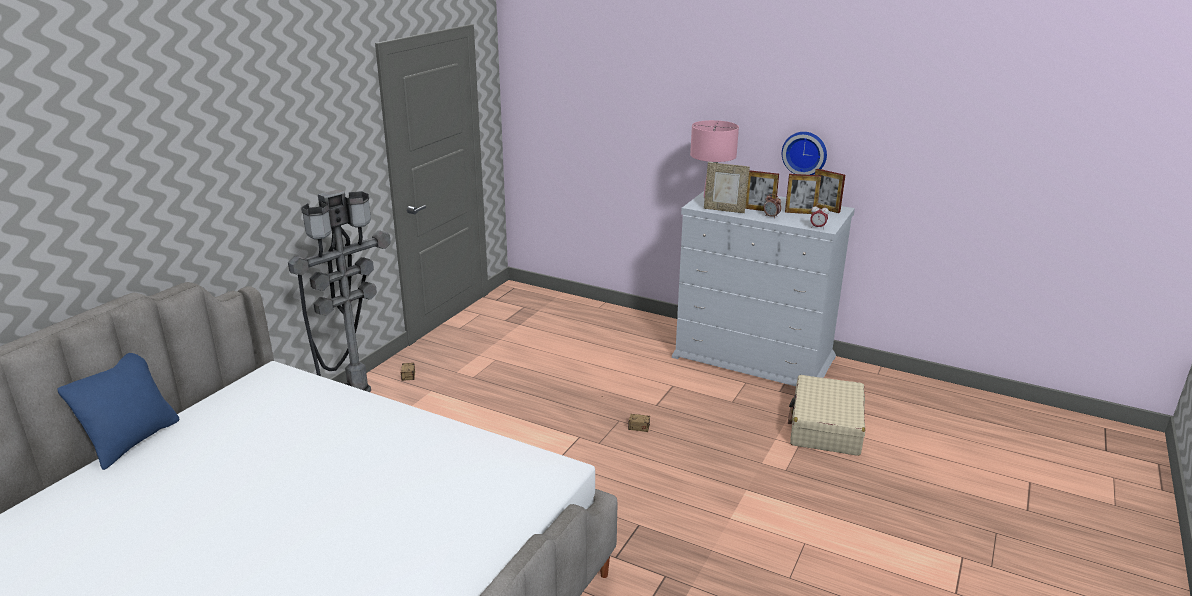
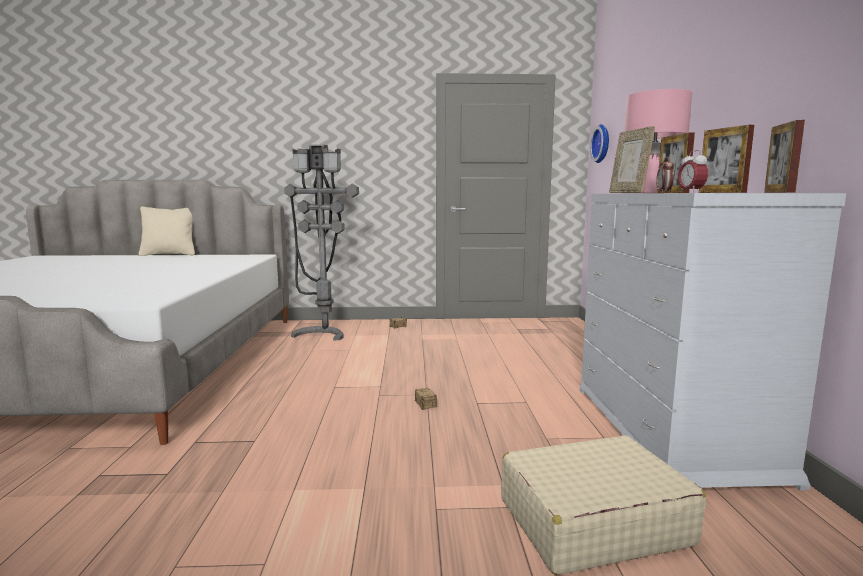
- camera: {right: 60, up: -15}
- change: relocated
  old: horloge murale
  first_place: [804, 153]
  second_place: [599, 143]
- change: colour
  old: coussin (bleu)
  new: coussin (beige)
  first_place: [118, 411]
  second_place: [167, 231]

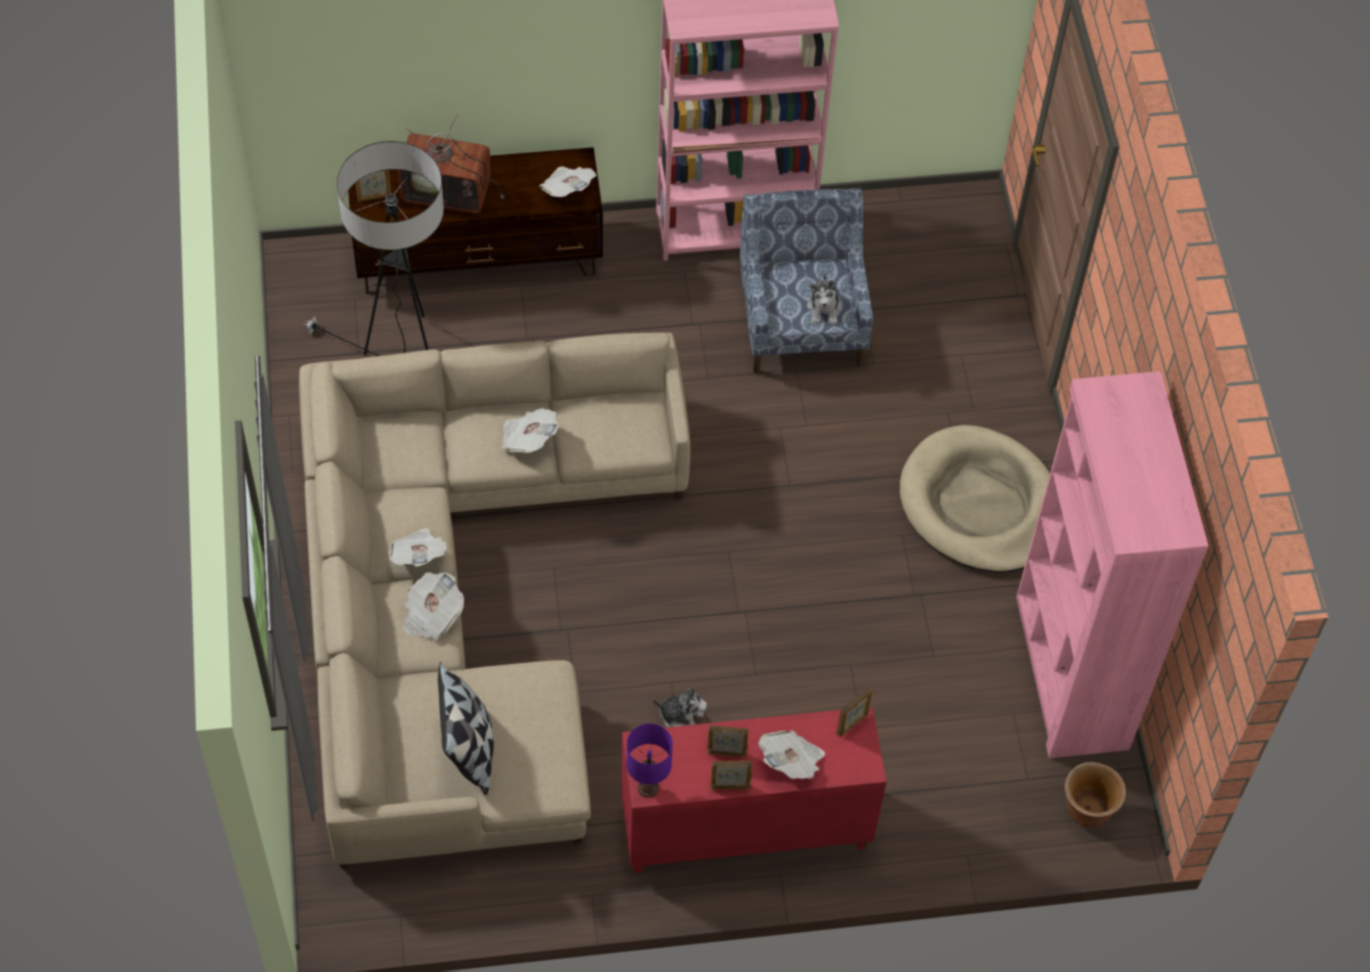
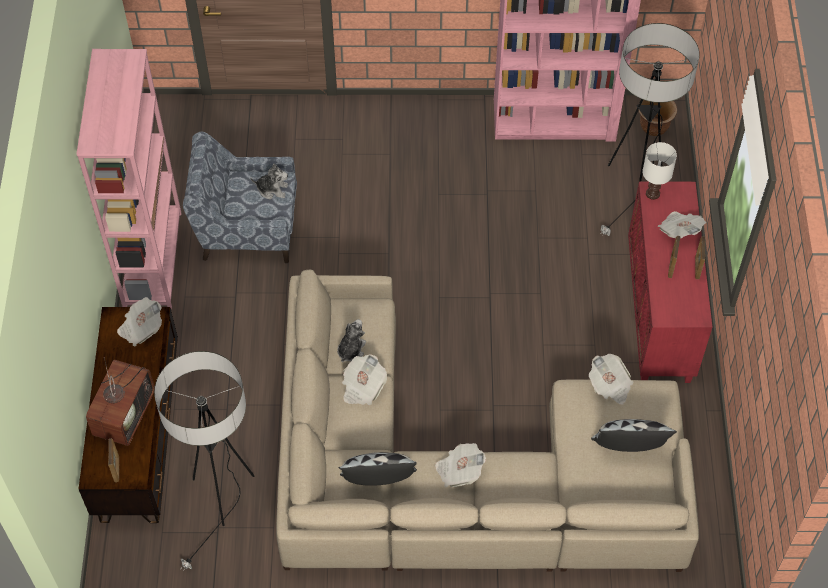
- camera: {right: -80, up: 0}
- change: missing
  old: panier pour chien (beige)
  first_place: [975, 499]
- change: relocated
  old: journal
  first_place: [433, 606]
  second_place: [611, 379]
- change: exchanged
  old: cadre photo
  new: lampe de table (blanc)
  first_place: [855, 712]
  second_place: [659, 171]
- change: relocated
  old: peluche
  first_place: [680, 707]
  second_place: [351, 340]
- change: missing
  old: lampe de table (violet)
  first_place: [649, 761]
- change: appeared
  new: lampadaire
  second_place: [650, 129]
- change: appeared
  new: coussin
  second_place: [378, 469]

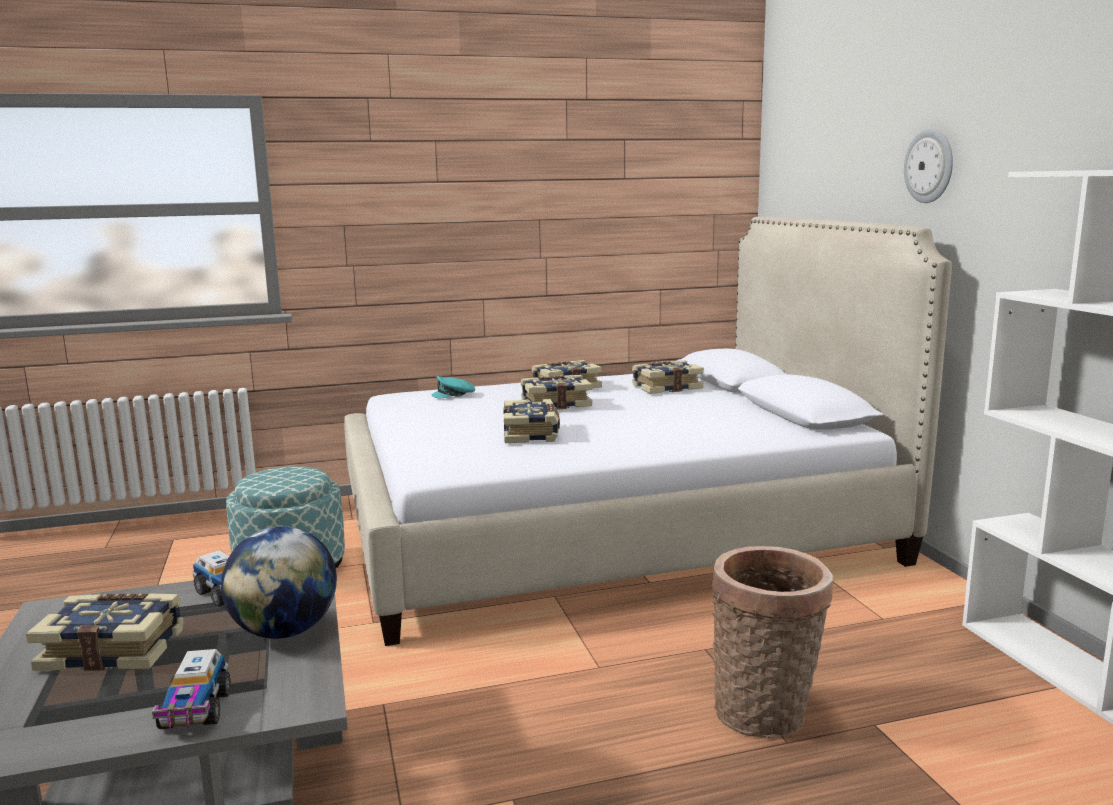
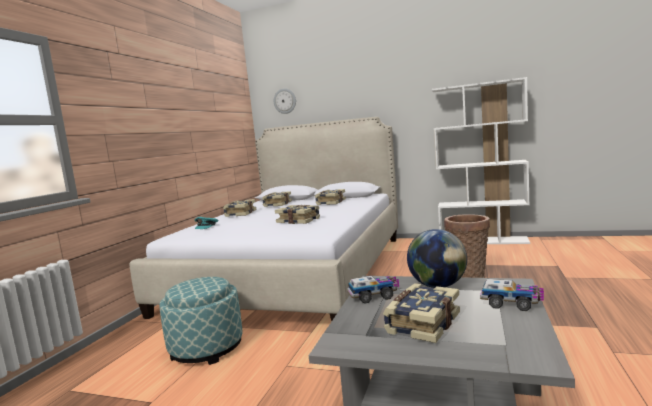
- camera: {right: -55, up: -5}
- change: relocated
  old: horloge murale
  first_place: [928, 166]
  second_place: [285, 101]
- change: relocated
  old: livre
  first_place: [556, 392]
  second_place: [330, 197]

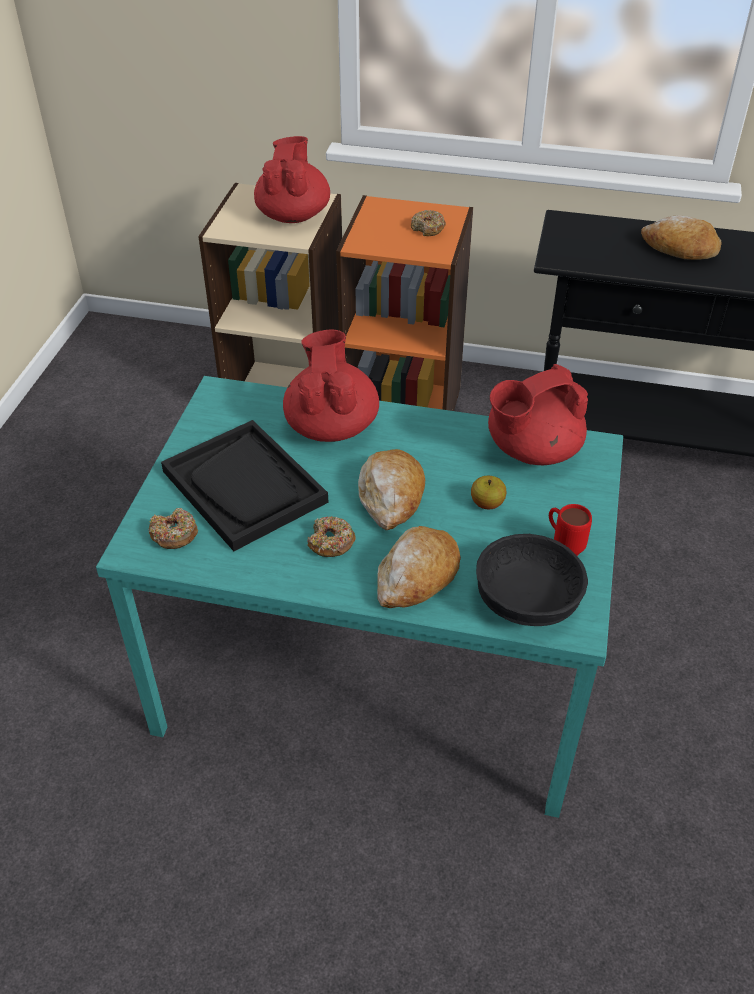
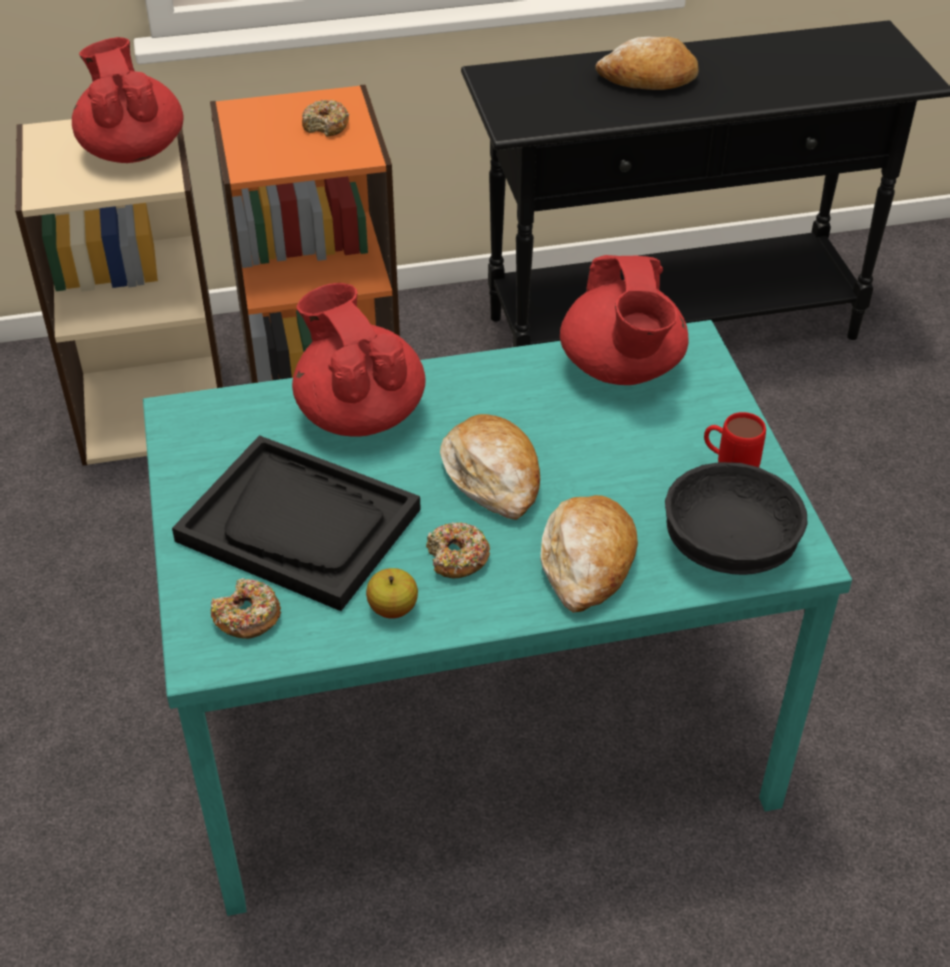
- camera: {right: -25, up: 0}
- change: spun
  old: théière (rouge)
  first_place: [538, 414]
  second_place: [624, 320]
  degrees: -45
- change: relocated
  old: pomme
  first_place: [489, 492]
  second_place: [392, 593]

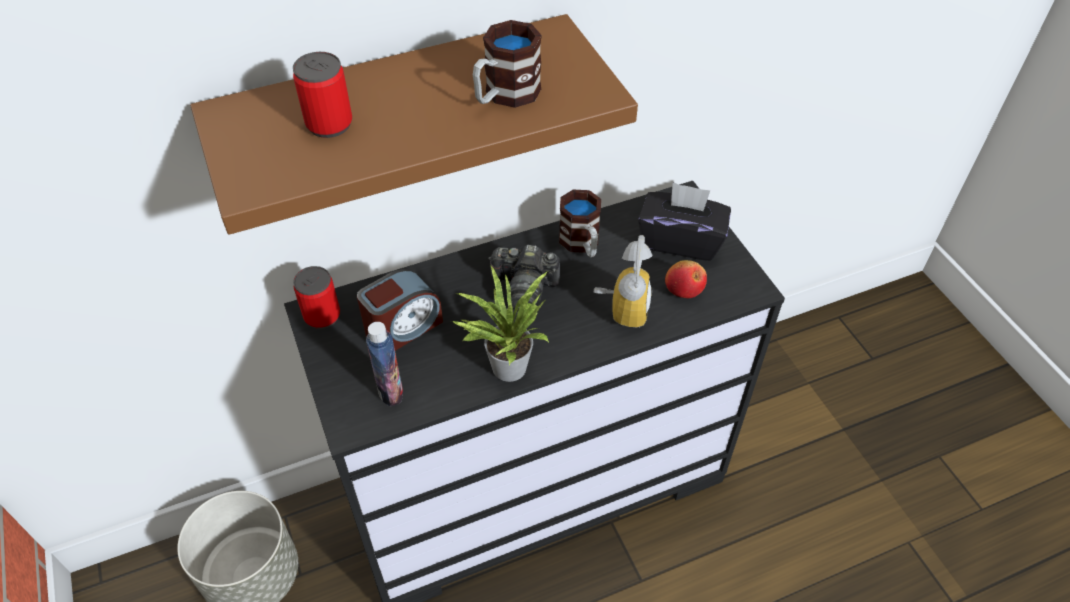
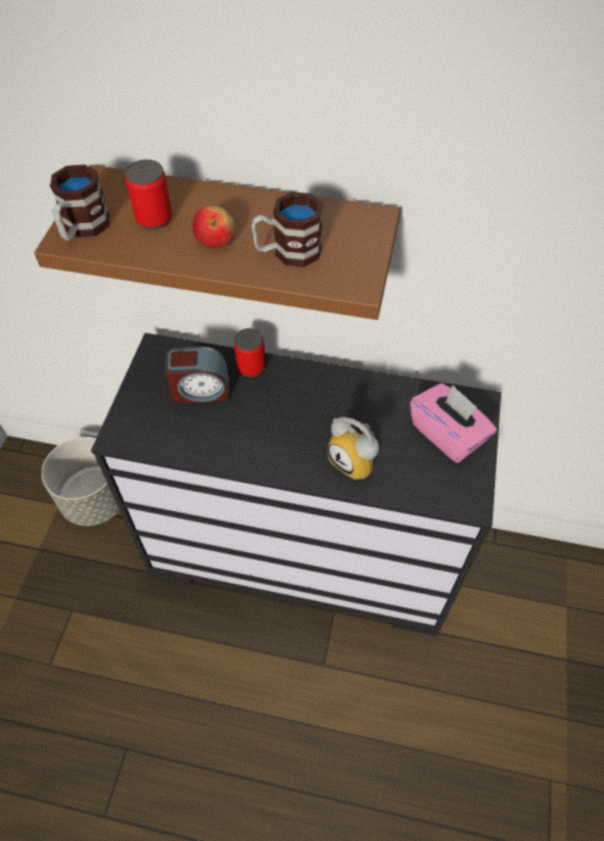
- camera: {right: 35, up: 5}
- change: colour
  old: boîte à mouchoirs (noir)
  new: boîte à mouchoirs (rose)
  first_place: [684, 221]
  second_place: [453, 423]
- change: relocated
  old: mug
  first_place: [580, 223]
  second_place: [80, 203]
- change: spun
  old: réveil
  first_place: [623, 281]
  second_place: [353, 448]
  degrees: 90
- change: missing
  old: appareil photo
  first_place: [524, 278]
- change: relocated
  old: pomme
  first_place: [686, 279]
  second_place: [213, 227]
- change: relocated
  old: boîte métallique
  first_place: [316, 297]
  second_place: [249, 352]
- change: missing
  old: plante en pot
  first_place: [500, 324]
- change: missing
  old: bouteille
  first_place: [384, 364]

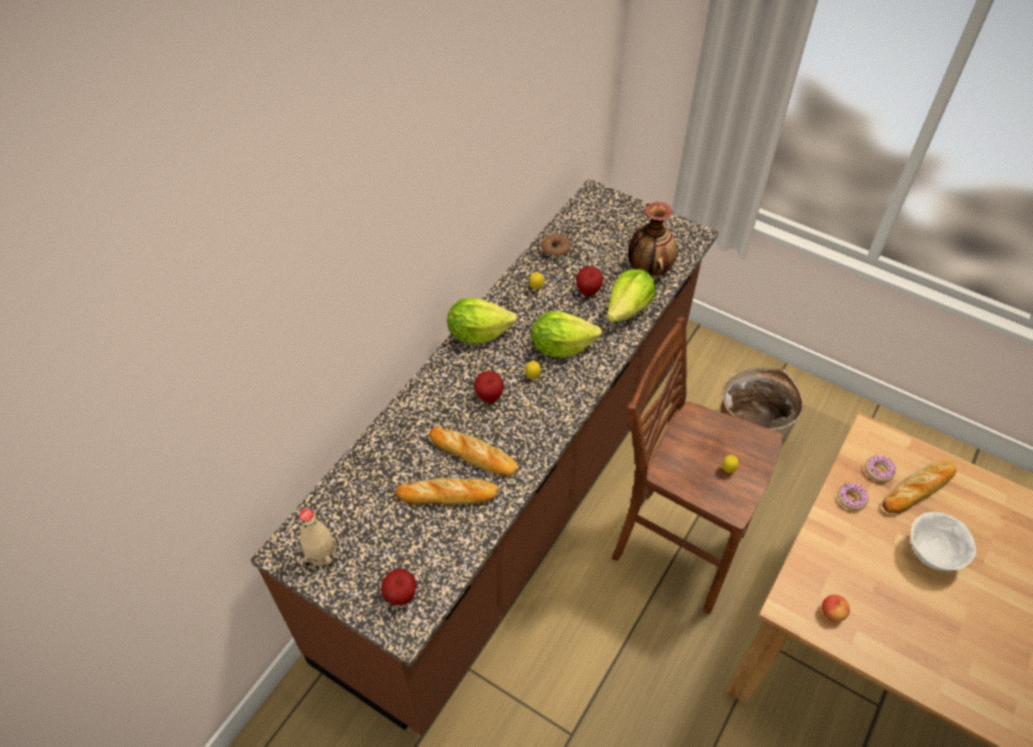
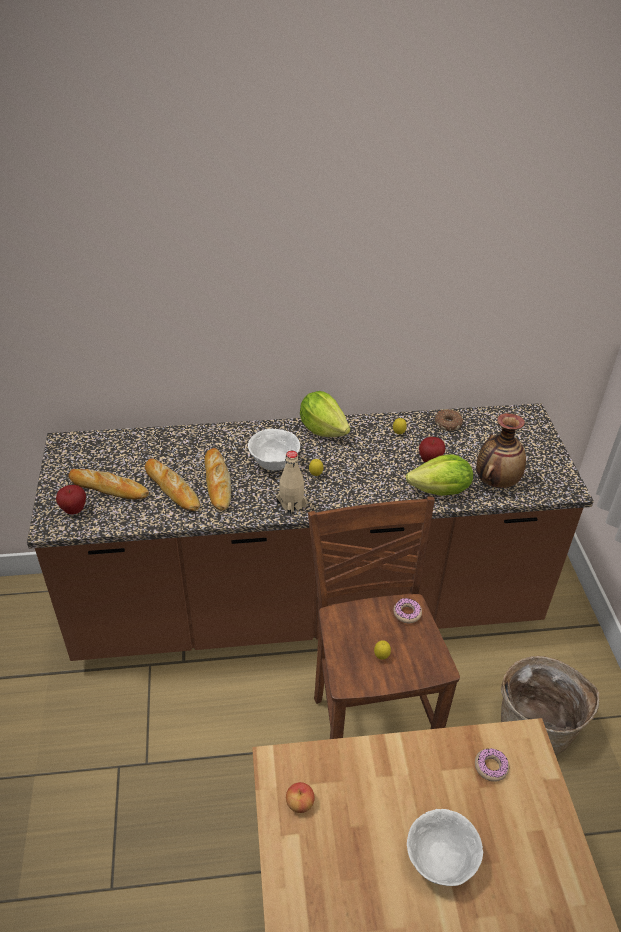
- camera: {right: 50, up: -10}
- change: missing
  old: laitue
  first_place: [566, 334]
- change: exchanged
  old: pomme
  new: bol (blanc)
  first_place: [489, 387]
  second_place: [274, 450]
- change: relocated
  old: pain
  first_place: [919, 487]
  second_place: [108, 484]
- change: relocated
  old: beignet
  first_place: [853, 496]
  second_place: [408, 610]
- change: relocated
  old: bouteille (beige)
  first_place: [318, 538]
  second_place: [292, 483]

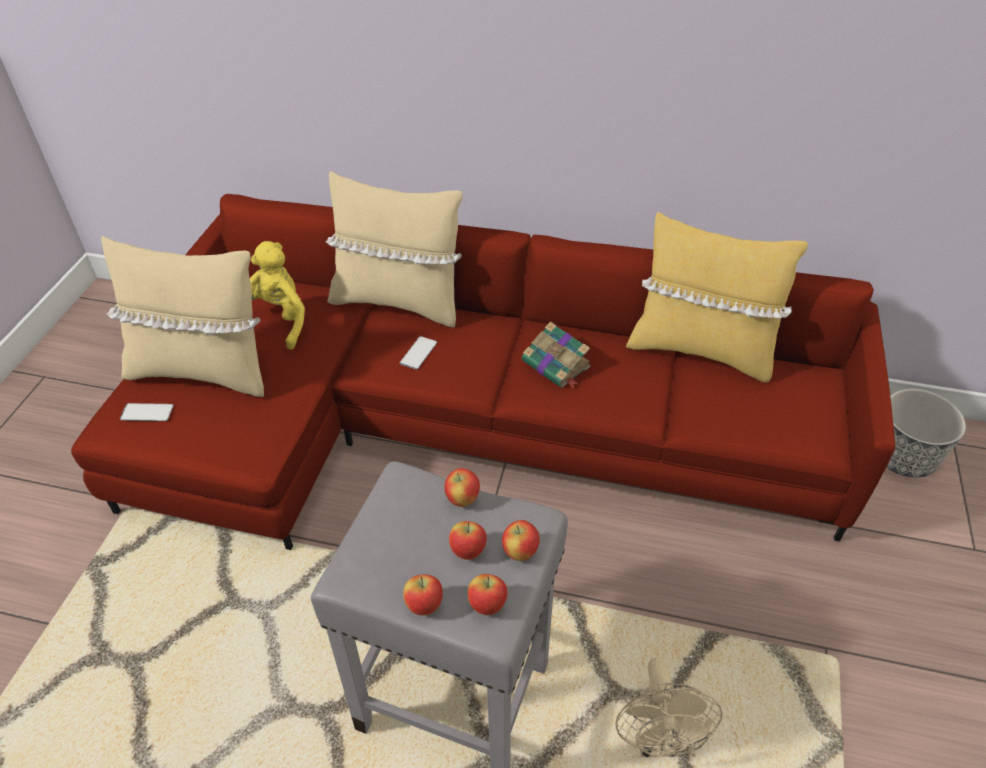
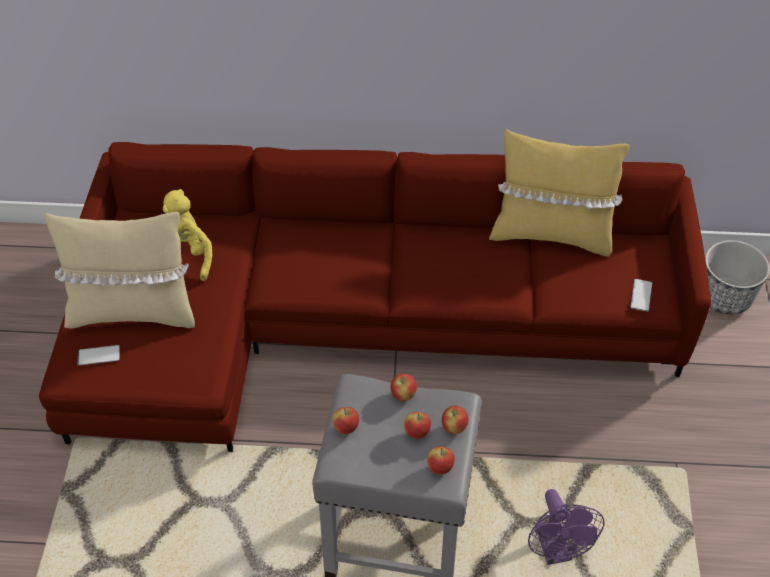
- camera: {right: -10, up: 5}
- change: missing
  old: coussin (beige)
  first_place: [394, 249]
- change: missing
  old: livre
  first_place: [556, 355]
- change: relocated
  old: téléphone
  first_place: [418, 353]
  second_place: [641, 295]
- change: relocated
  old: pomme
  first_place: [423, 595]
  second_place: [345, 420]
- change: colour
  old: ventilateur (beige)
  new: ventilateur (violet)
  first_place: [669, 707]
  second_place: [566, 527]

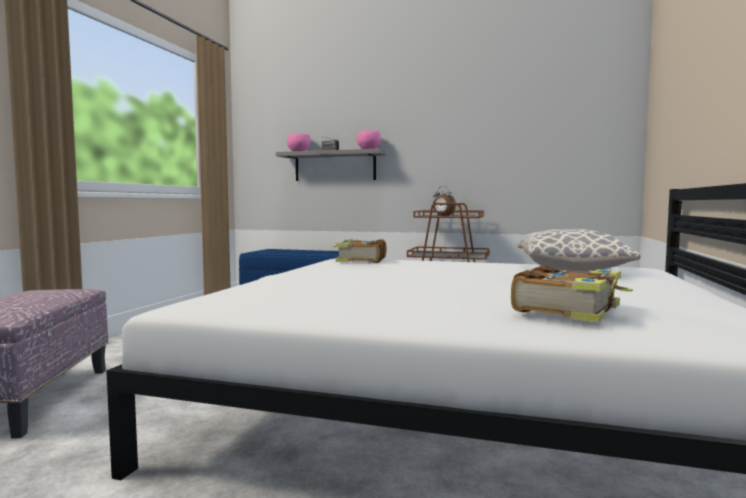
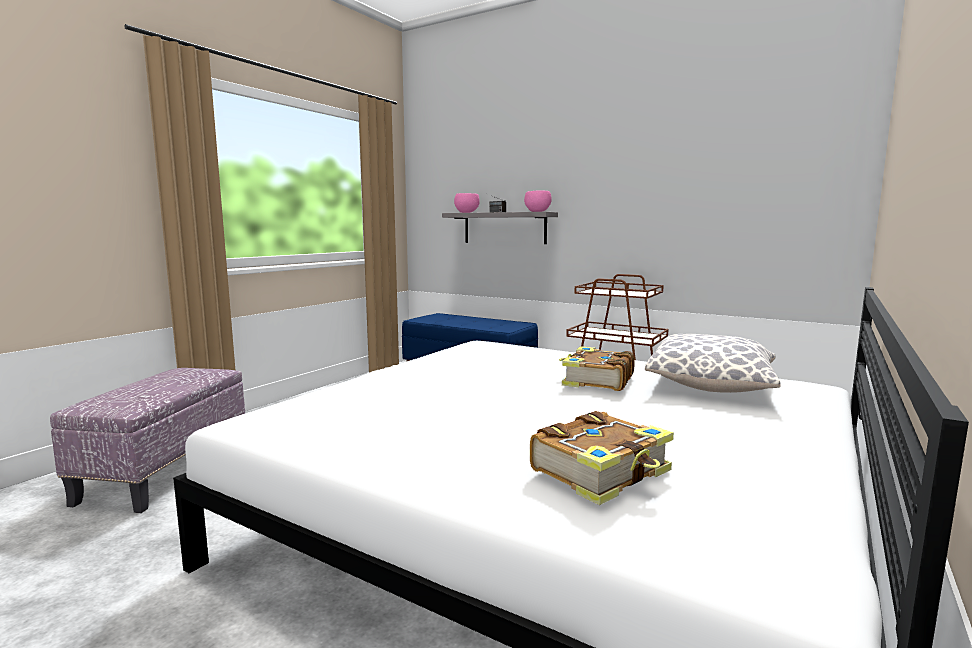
- camera: {right: 15, up: 5}
- change: missing
  old: réveil
  first_place: [444, 201]
- change: relocated
  old: livre
  first_place: [359, 251]
  second_place: [597, 368]

